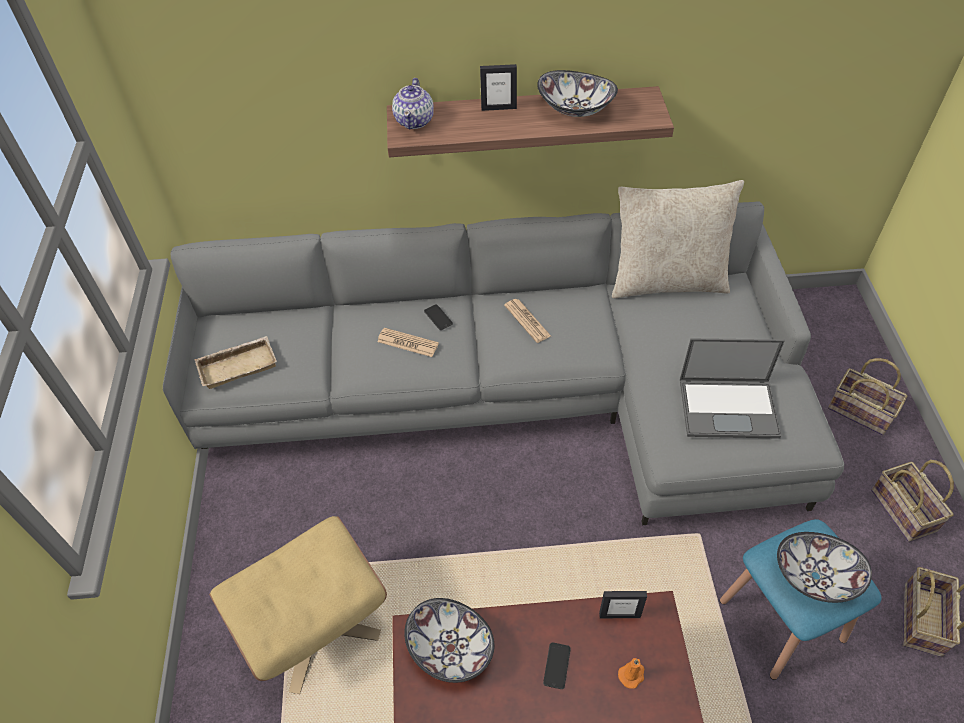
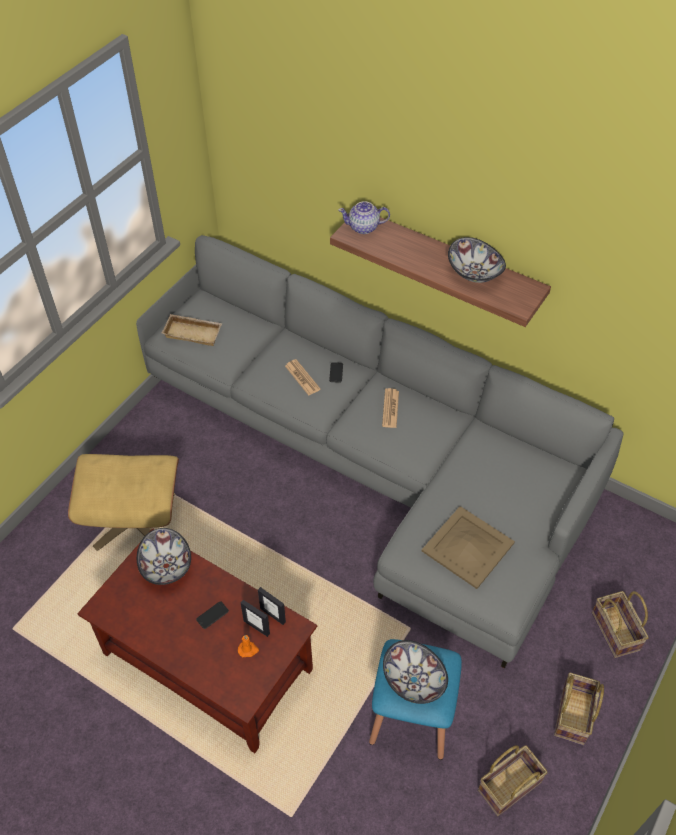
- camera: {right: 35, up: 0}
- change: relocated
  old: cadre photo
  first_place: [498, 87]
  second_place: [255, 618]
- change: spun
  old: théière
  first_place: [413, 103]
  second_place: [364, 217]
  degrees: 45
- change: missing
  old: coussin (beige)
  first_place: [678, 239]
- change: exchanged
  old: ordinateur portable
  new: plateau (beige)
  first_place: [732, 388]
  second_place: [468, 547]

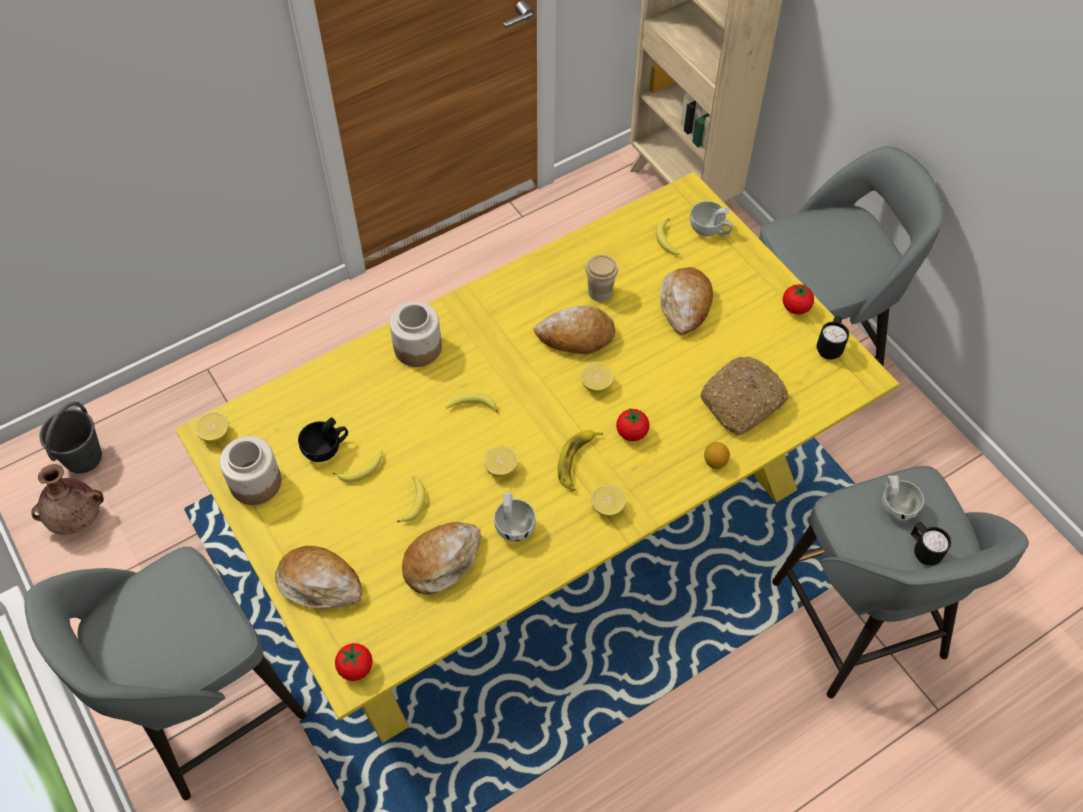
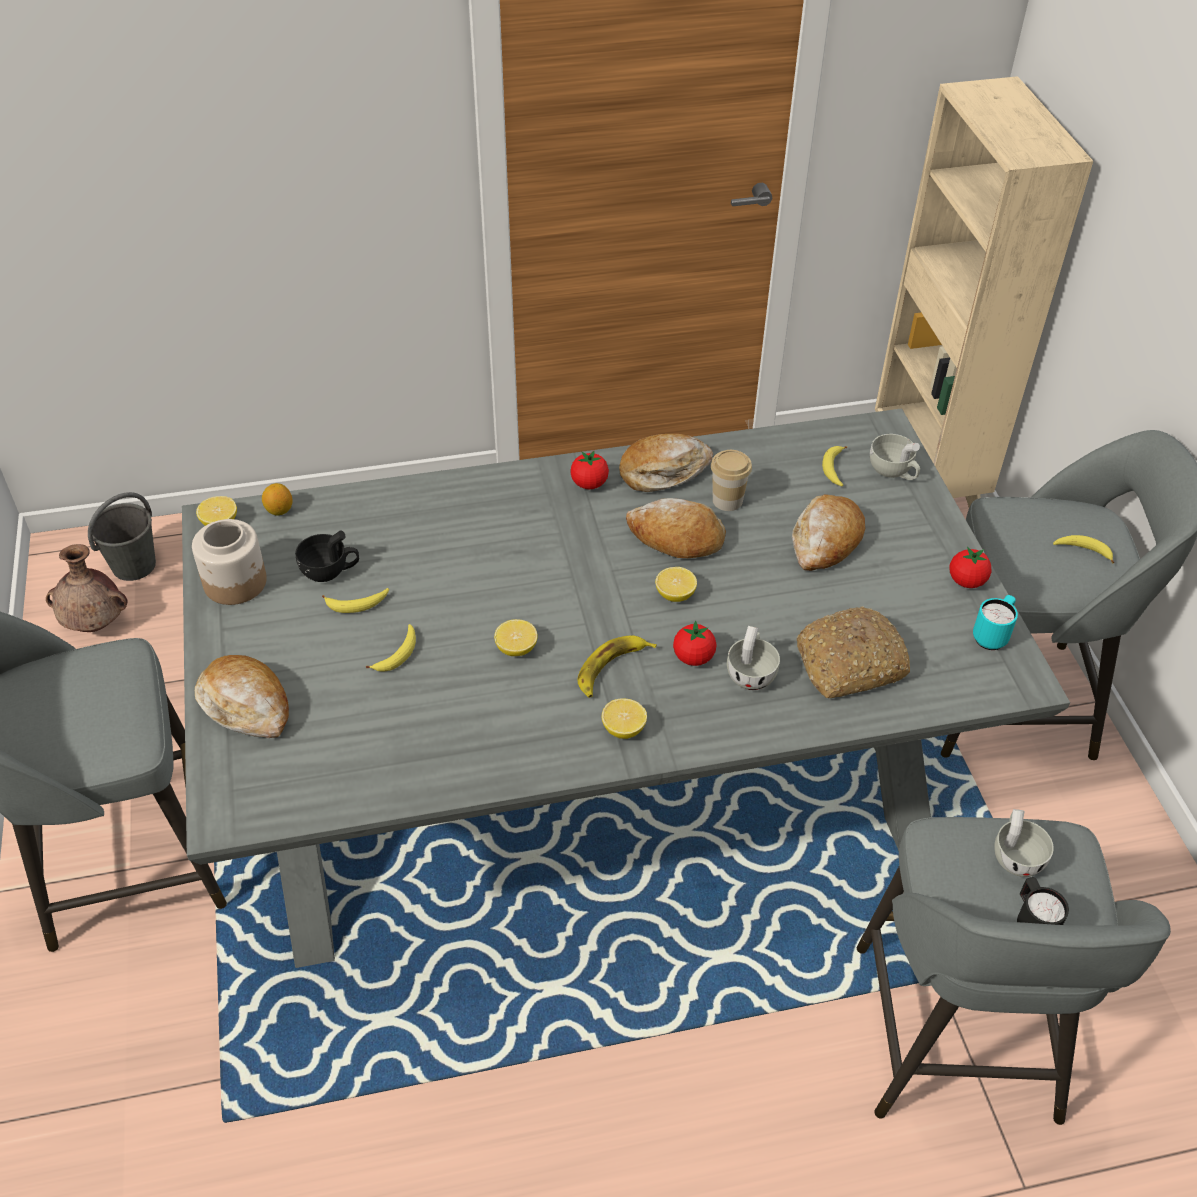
- camera: {right: 20, up: -10}
- change: colour
  old: table à manger (jaune)
  new: table à manger (gris)
  first_place: [537, 457]
  second_place: [626, 688]
- change: missing
  old: bocal
  first_place: [416, 334]
- change: colour
  old: mug (noir)
  new: mug (turquoise)
  first_place: [833, 338]
  second_place: [995, 622]
- change: relocated
  old: banane
  first_place: [472, 403]
  second_place: [1083, 549]
- change: relocated
  old: citron
  first_place: [717, 455]
  second_place: [277, 499]
- change: relocated
  old: tasse (blanc)
  first_place: [515, 517]
  second_place: [753, 658]
- change: relocated
  old: pain
  first_place: [442, 558]
  second_place: [666, 463]
- change: relocated
  old: tomate
  first_place: [354, 662]
  second_place: [589, 469]

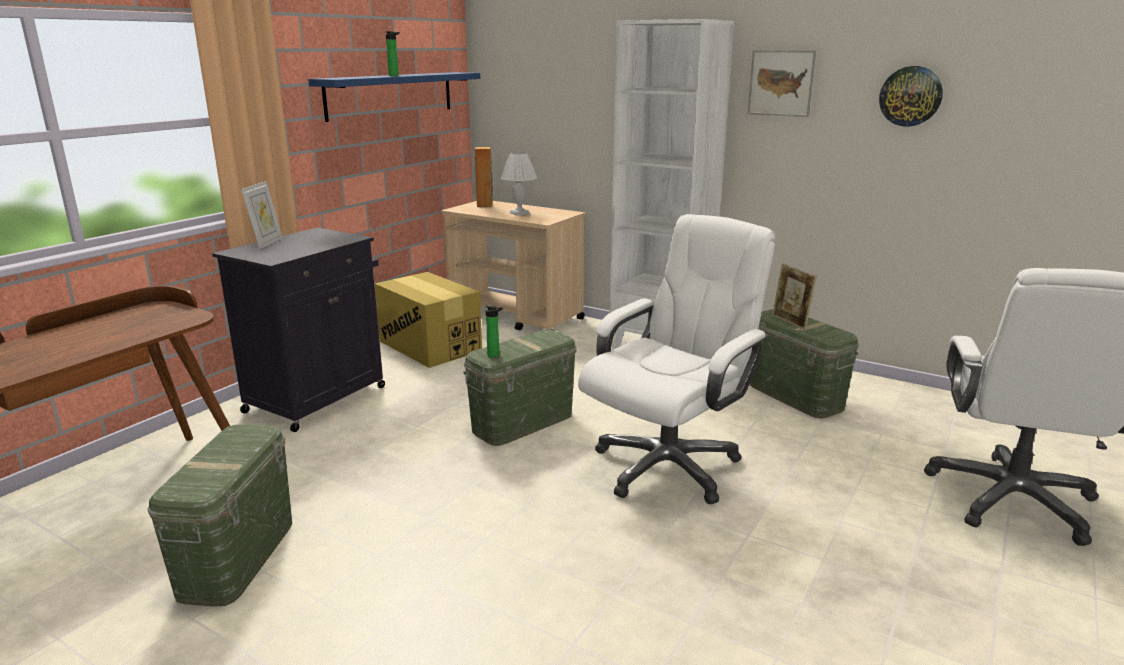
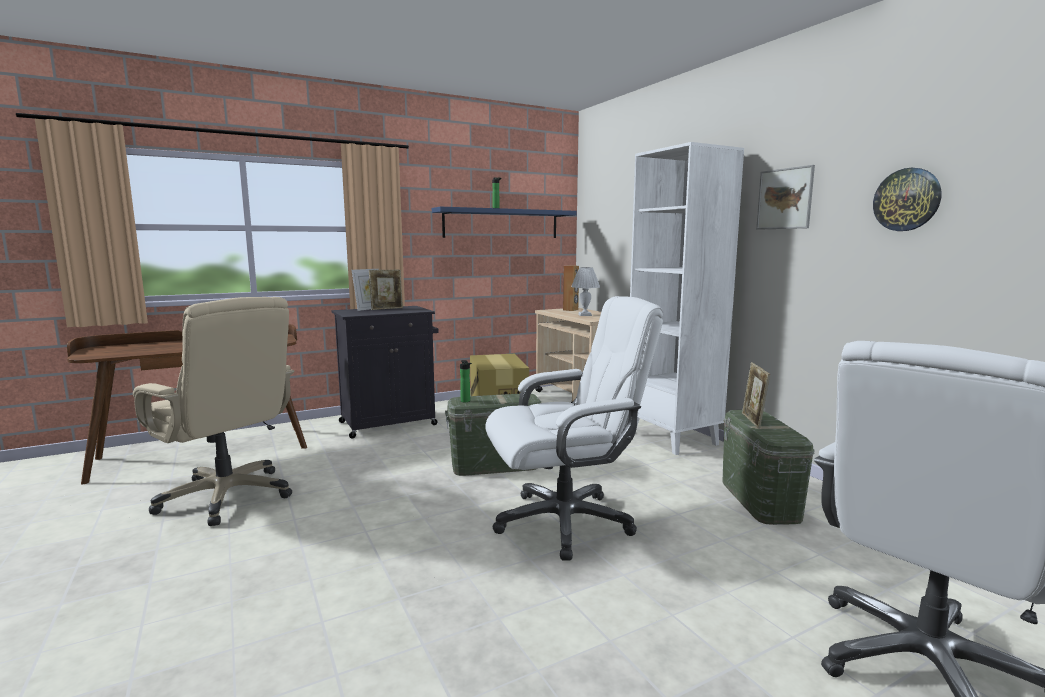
- camera: {right: 30, up: -10}
- change: exchanged
  old: boîte de rangement (vert)
  new: chaise de bureau (beige)
  first_place: [220, 515]
  second_place: [213, 411]
- change: appeared
  new: cadre photo
  second_place: [386, 290]

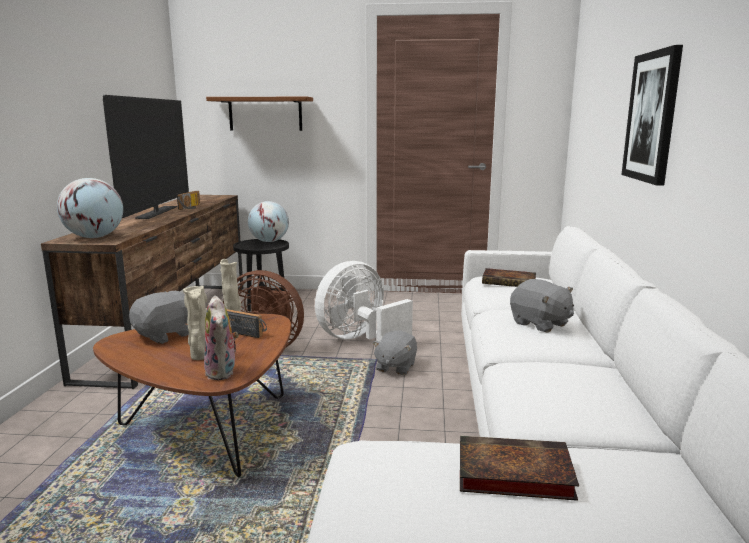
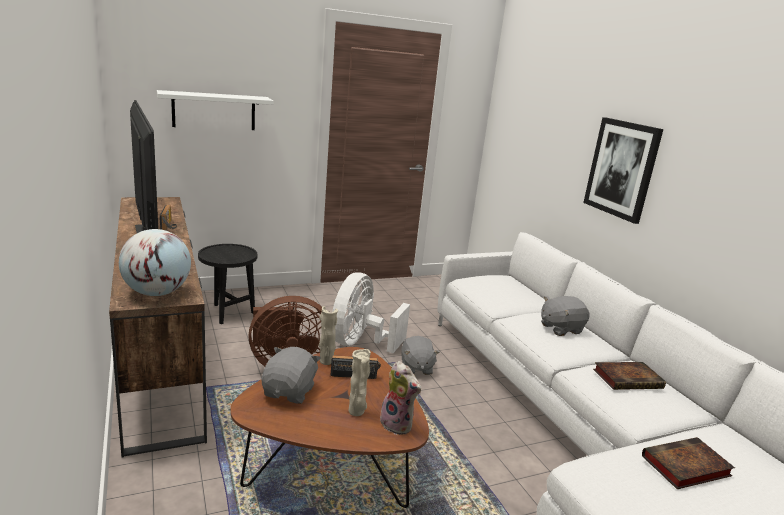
- camera: {right: -30, up: 5}
- change: colour
  old: étagère (marron)
  new: étagère (blanc)
  first_place: [259, 114]
  second_place: [215, 110]
- change: missing
  old: globe
  first_place: [268, 221]
- change: relocated
  old: livre
  first_place: [509, 277]
  second_place: [629, 376]
- change: spun
  old: peluche (gris)
  first_place: [542, 306]
  second_place: [565, 316]
  degrees: 135

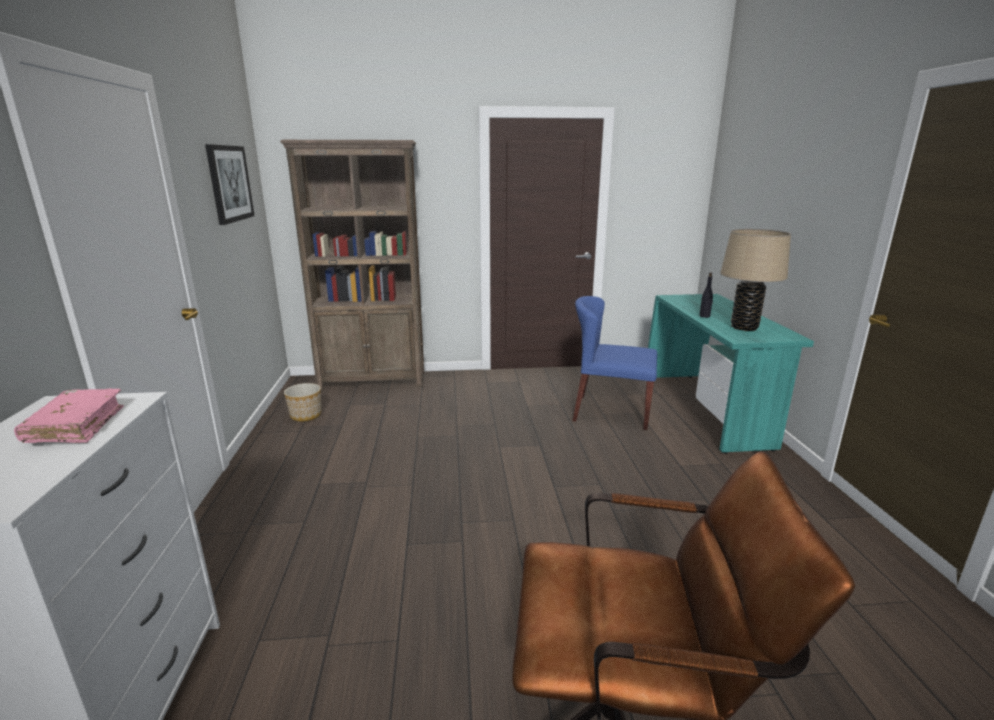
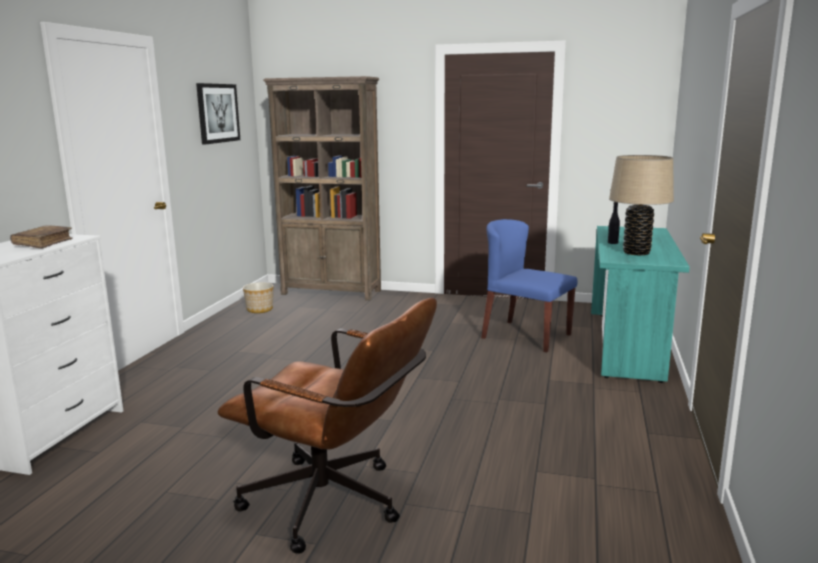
- camera: {right: 20, up: -5}
- change: colour
  old: livre (rose)
  new: livre (marron)
  first_place: [69, 416]
  second_place: [41, 237]

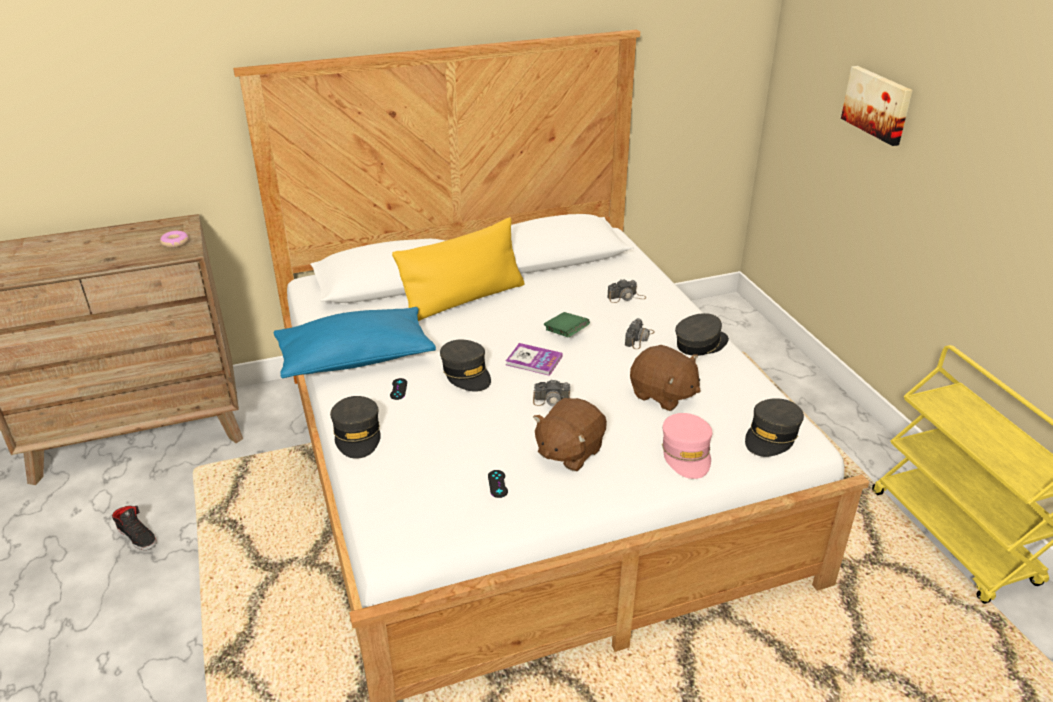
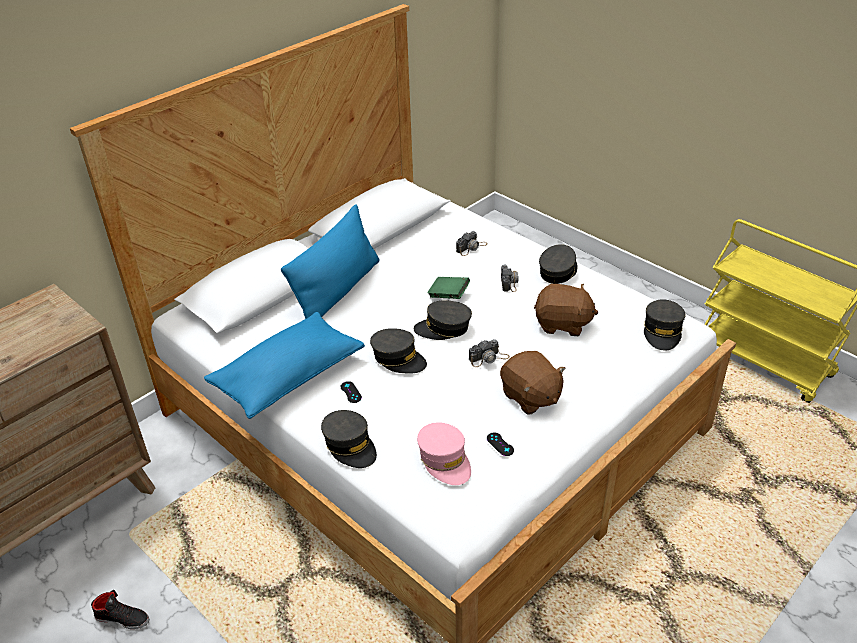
- camera: {right: -25, up: 5}
- change: missing
  old: tableau
  first_place: [876, 106]
- change: colour
  old: coussin (jaune)
  new: coussin (bleu)
  first_place: [458, 269]
  second_place: [330, 261]
- change: missing
  old: beignet
  first_place: [174, 239]
- change: exchanged
  old: livre
  new: casquette (gris)
  first_place: [534, 359]
  second_place: [443, 320]
- change: spun
  old: peluche (marron)
  first_place: [570, 434]
  second_place: [533, 383]
  degrees: -45
- change: relocated
  old: casquette (rose)
  first_place: [687, 446]
  second_place: [444, 453]

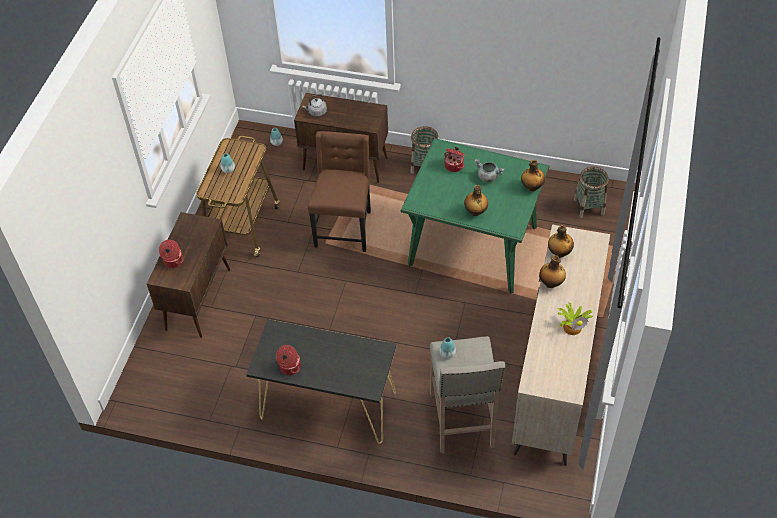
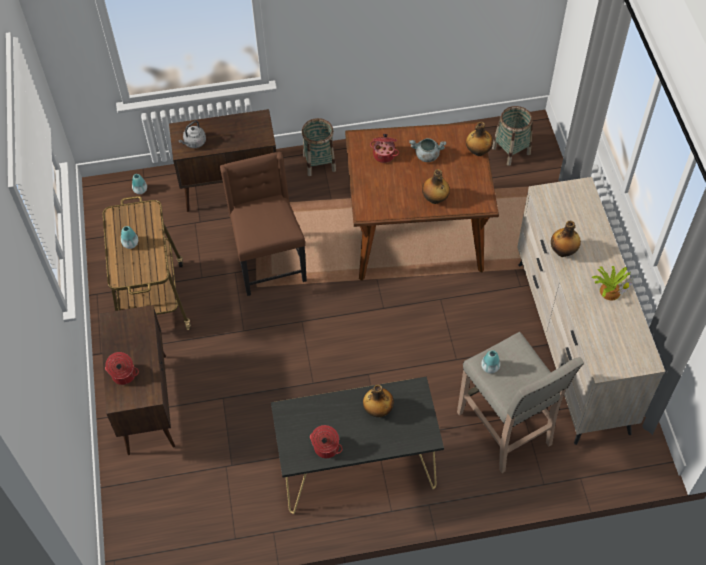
- camera: {right: -25, up: 5}
- change: colour
  old: table à manger (vert)
  new: table à manger (marron)
  first_place: [475, 216]
  second_place: [422, 201]
- change: relocated
  old: bouteille
  first_place: [561, 241]
  second_place: [378, 400]

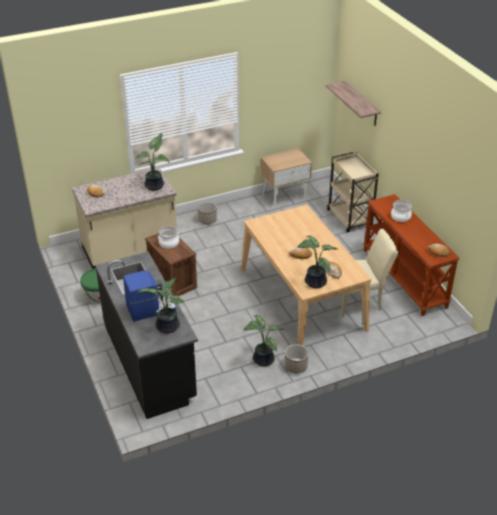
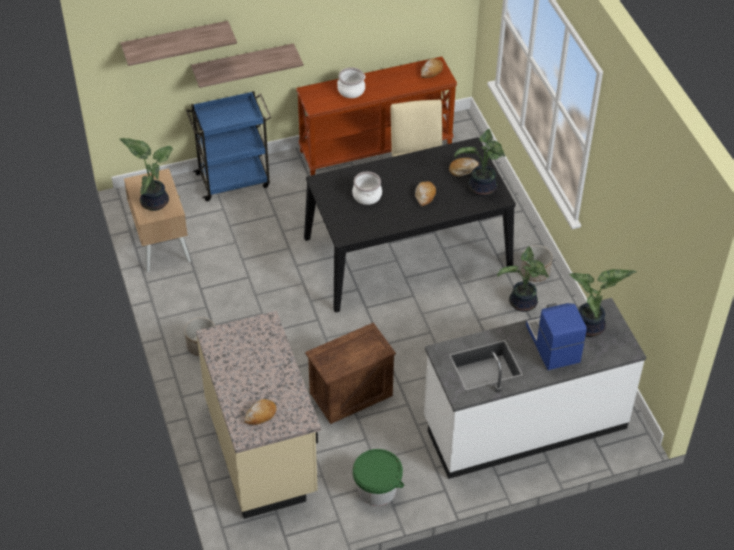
- camera: {right: -85, up: 10}
- change: relocated
  old: plante en pot
  first_place: [152, 162]
  second_place: [146, 174]
- change: colour
  old: chariot (beige)
  new: chariot (bleu)
  first_place: [353, 192]
  second_place: [228, 146]
- change: colour
  old: table à manger (beige)
  new: table à manger (noir)
  first_place: [306, 275]
  second_place: [410, 224]
- change: relocated
  old: marmite
  first_place: [168, 237]
  second_place: [367, 188]
- change: colour
  old: comptoir de cuisine (noir)
  new: comptoir de cuisine (blanc)
  first_place: [146, 335]
  second_place: [535, 388]
- change: appeared
  new: étagère
  second_place: [247, 65]

